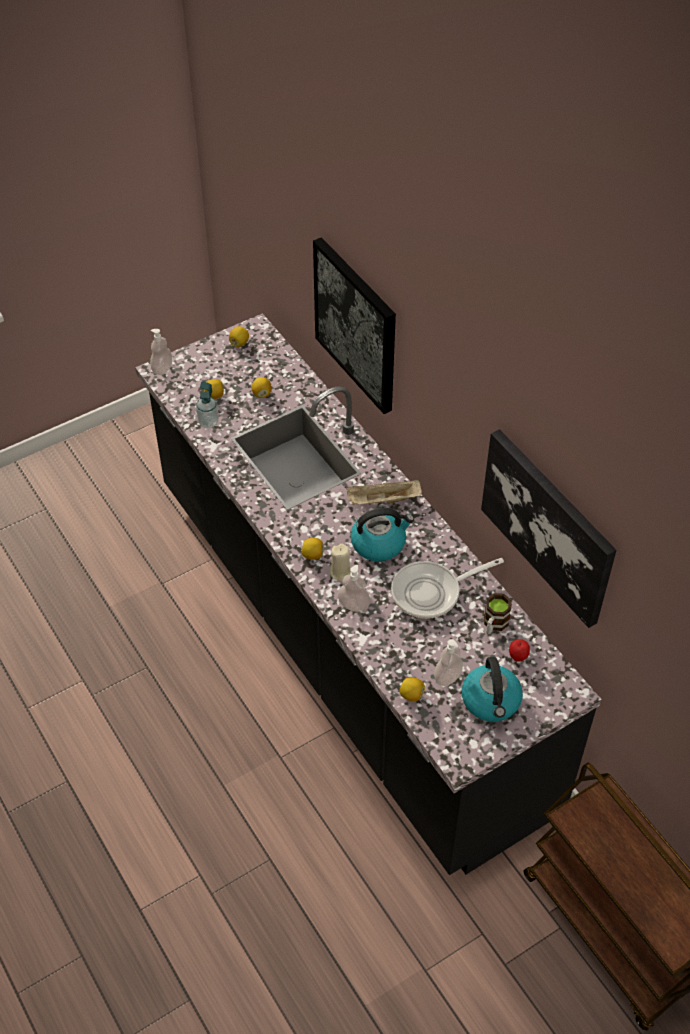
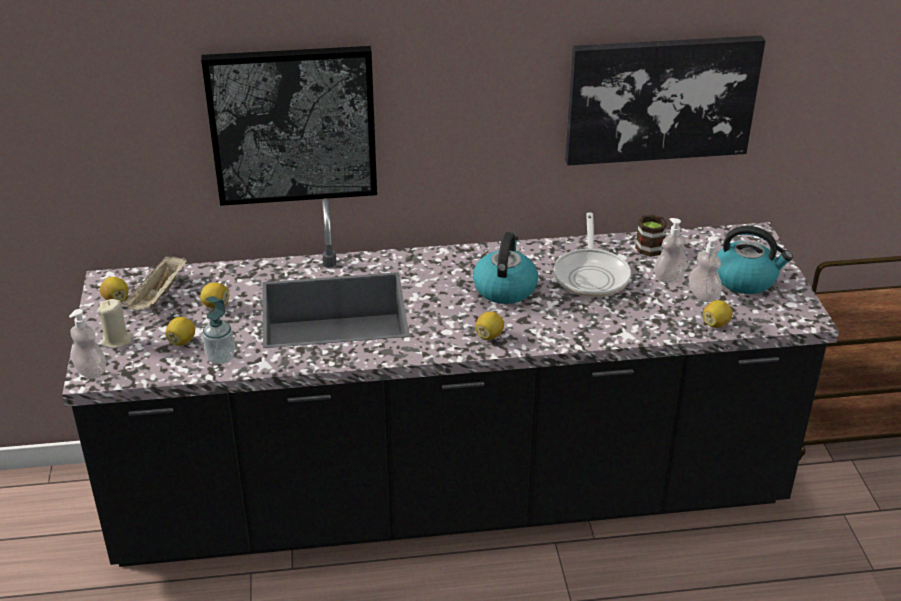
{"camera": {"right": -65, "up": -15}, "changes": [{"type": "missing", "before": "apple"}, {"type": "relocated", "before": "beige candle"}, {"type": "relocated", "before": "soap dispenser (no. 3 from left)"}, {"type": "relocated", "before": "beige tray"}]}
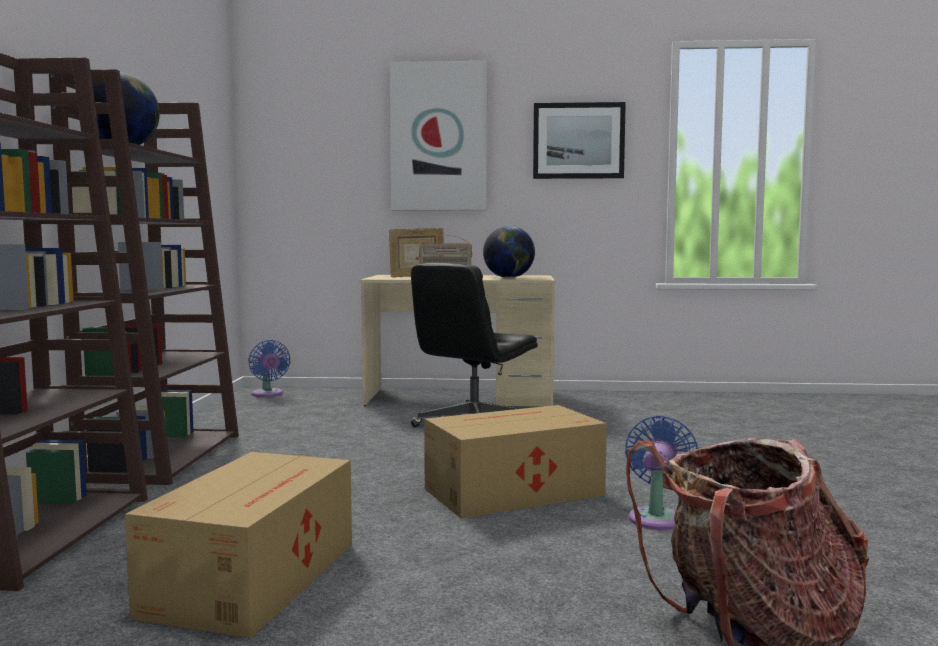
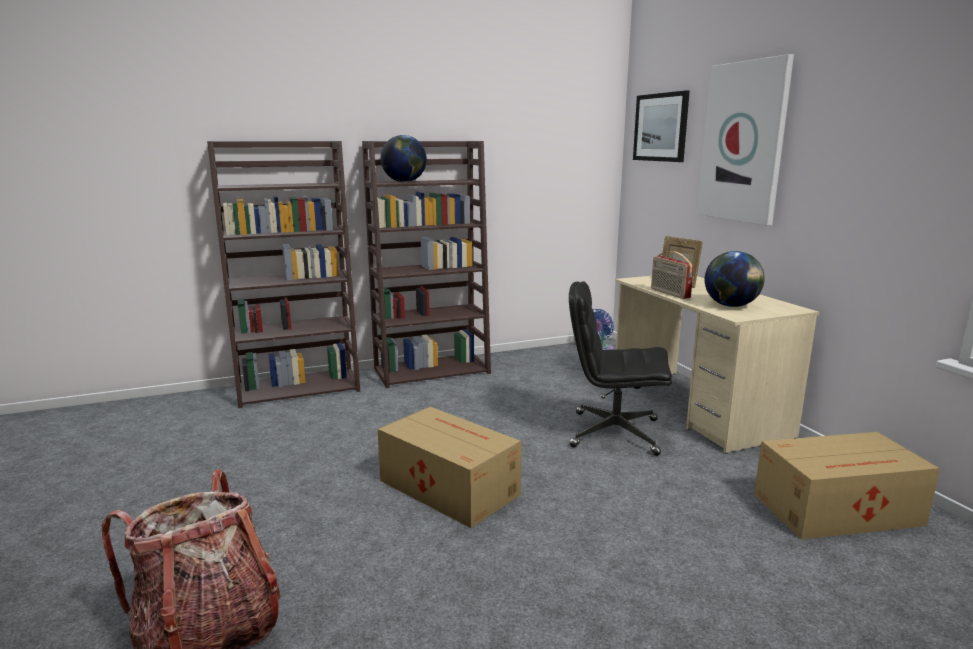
{"camera": {"right": 65, "up": 10}, "changes": [{"type": "missing", "before": "blue fan (no. 2 from left)"}, {"type": "relocated", "before": "cardboard box (no. 1 from left in the first image)", "after": "cardboard box (no. 2 from left)"}, {"type": "relocated", "before": "picture (no. 2 from left in the first image)", "after": "picture (no. 1 from left)"}]}
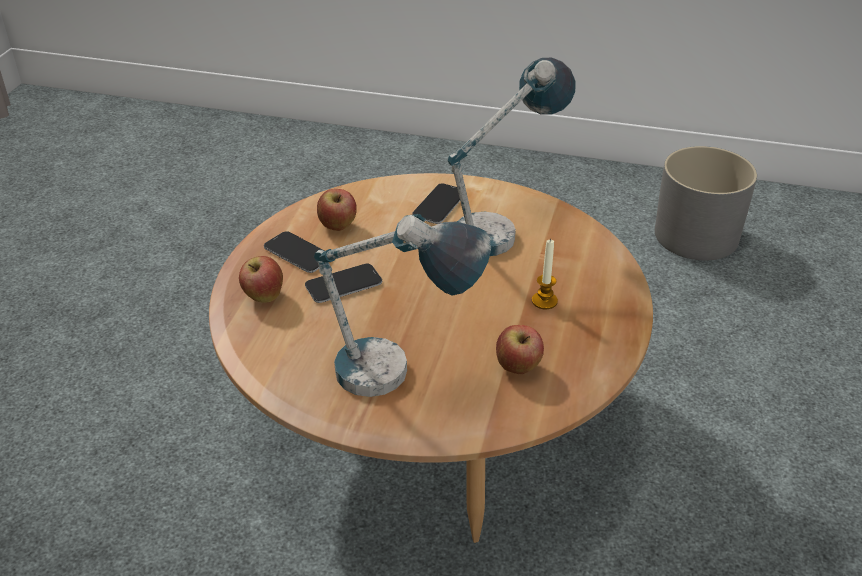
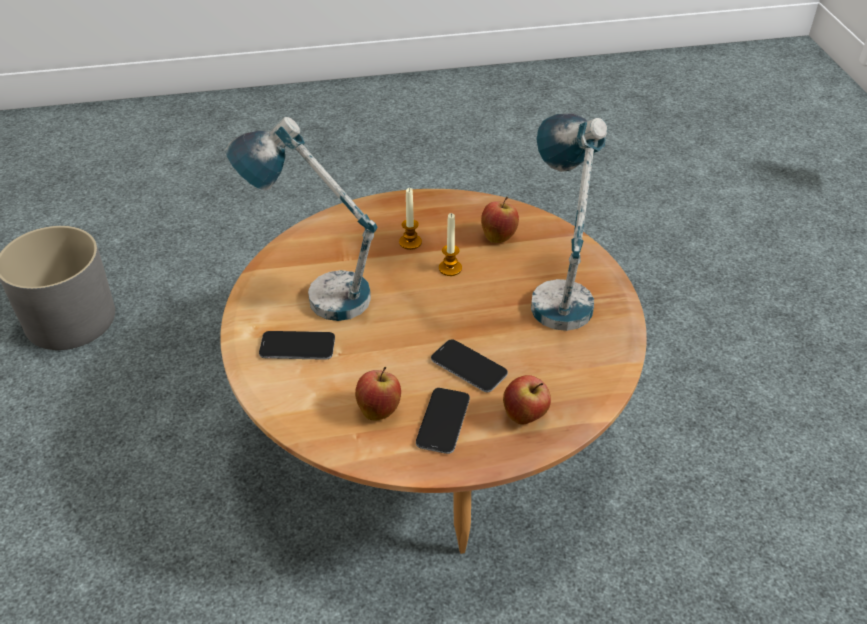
{"camera": {"right": -115, "up": 5}, "changes": [{"type": "appeared", "after": "candle (no. 2 from left)"}]}
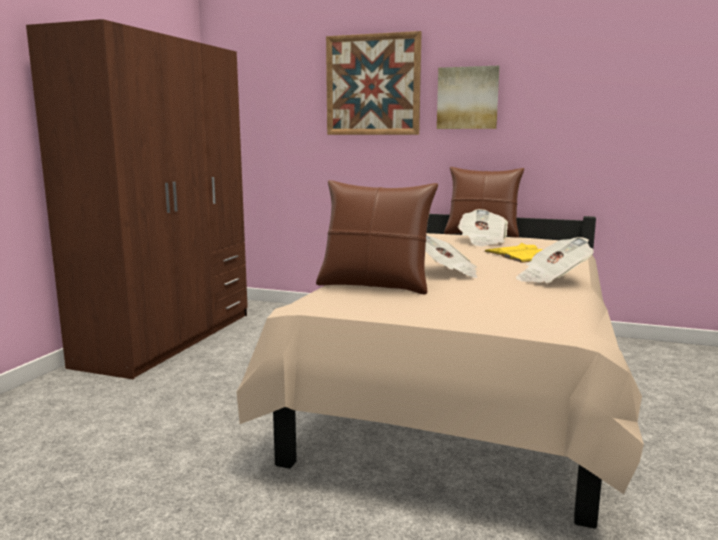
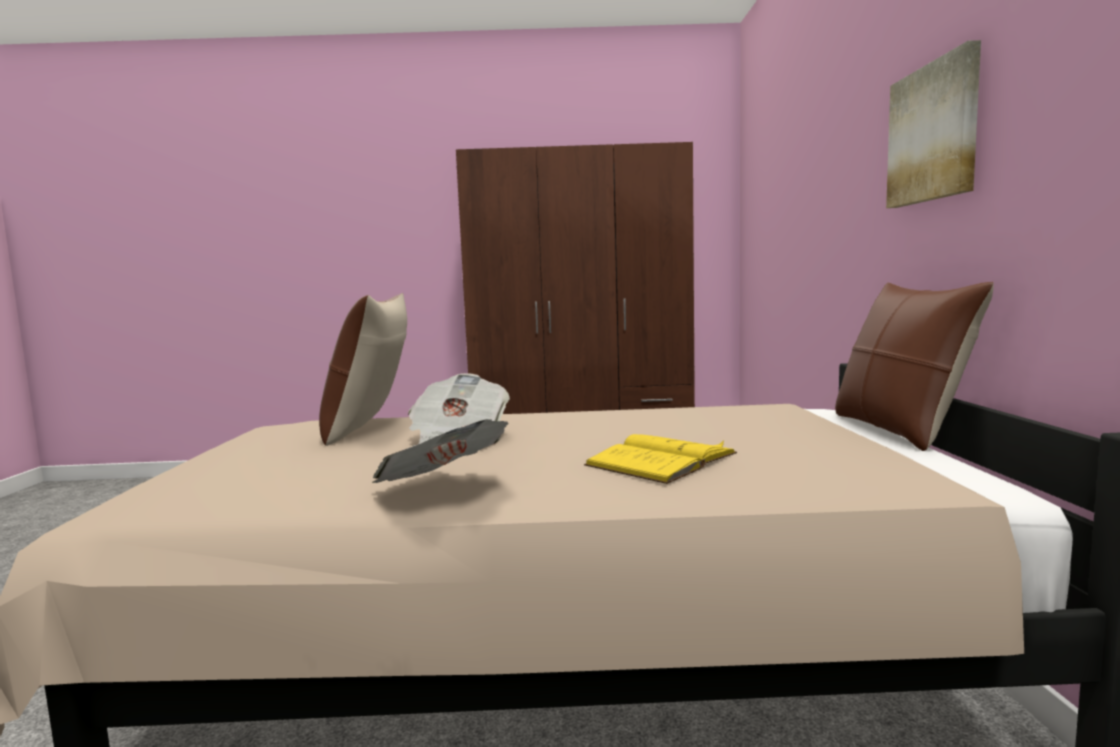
{"camera": {"right": 70, "up": -5}, "changes": [{"type": "missing", "before": "picture (no. 1 from left)"}, {"type": "missing", "before": "newspaper (no. 2 from left)"}]}
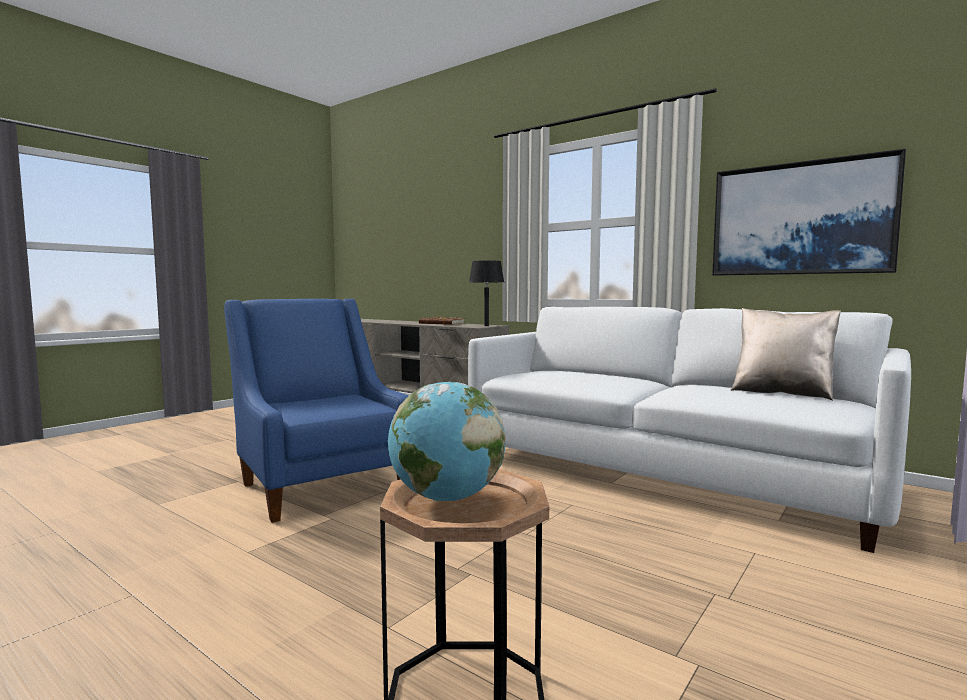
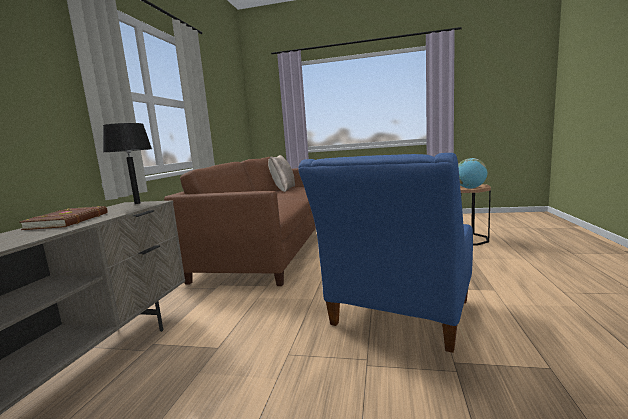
{"camera": {"right": -115, "up": 5}, "changes": [{"type": "missing", "before": "picture"}, {"type": "colour", "before": "white sofa", "after": "brown sofa"}]}
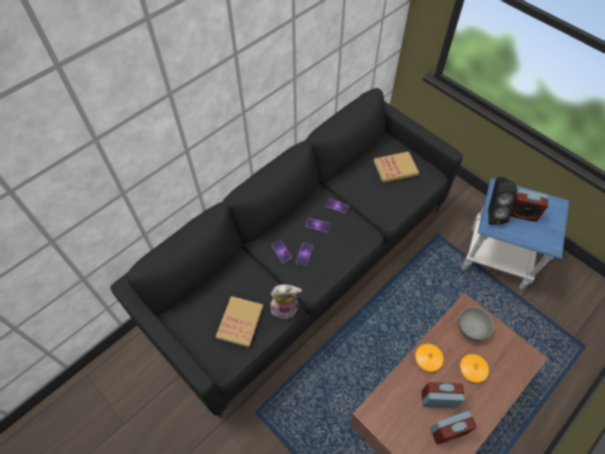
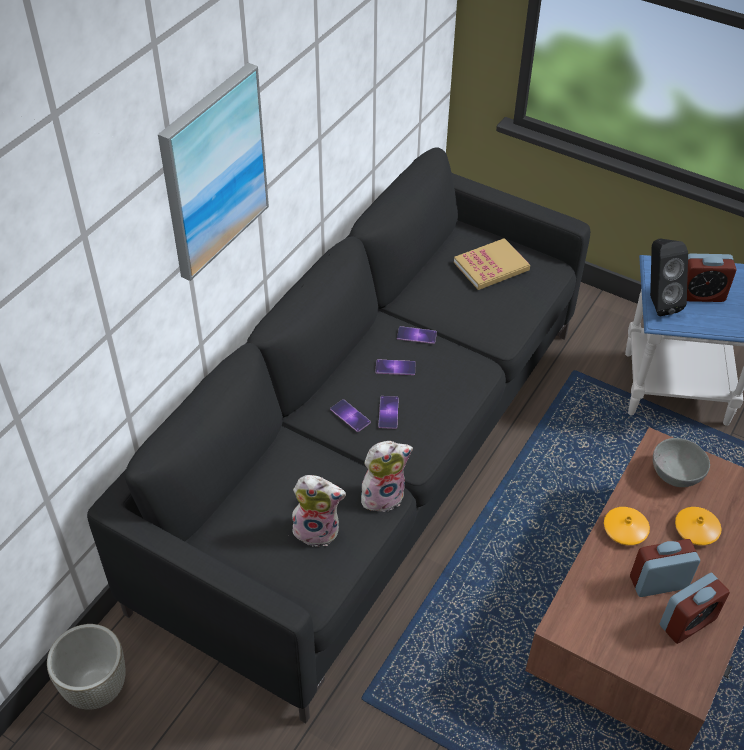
{"camera": {"right": -15, "up": -10}, "changes": [{"type": "appeared", "after": "grey planter"}, {"type": "appeared", "after": "picture"}, {"type": "exchanged", "before": "book (no. 1 from left)", "after": "plush toy (no. 1 from left)"}]}
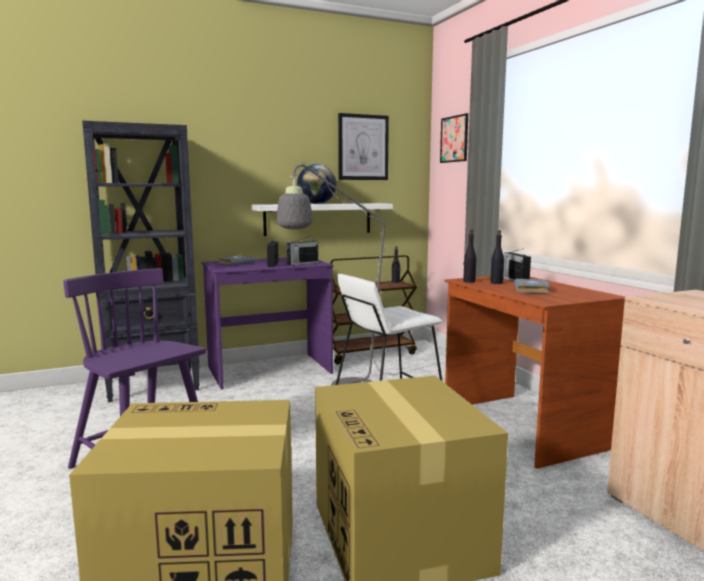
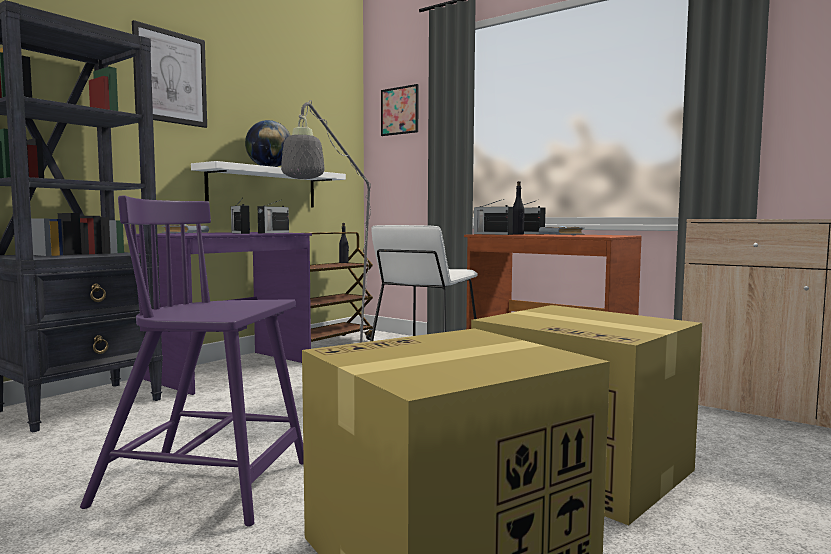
{"camera": {"right": -30, "up": -5}, "changes": [{"type": "relocated", "before": "picture (no. 1 from left)"}, {"type": "exchanged", "before": "black bottle (no. 2 from left)", "after": "radio (no. 3 from left)"}]}
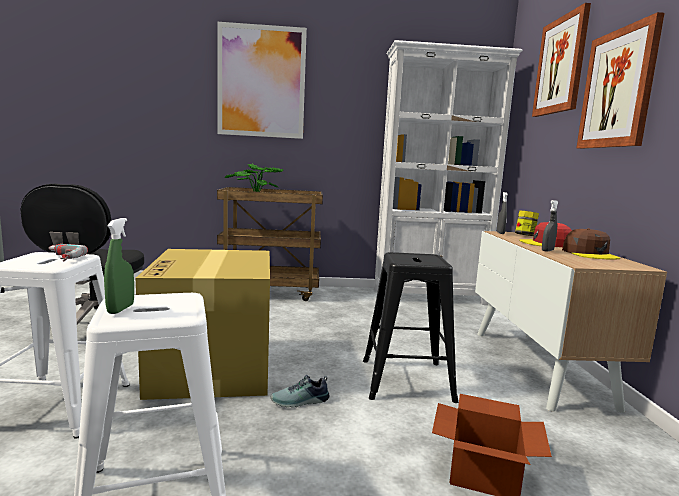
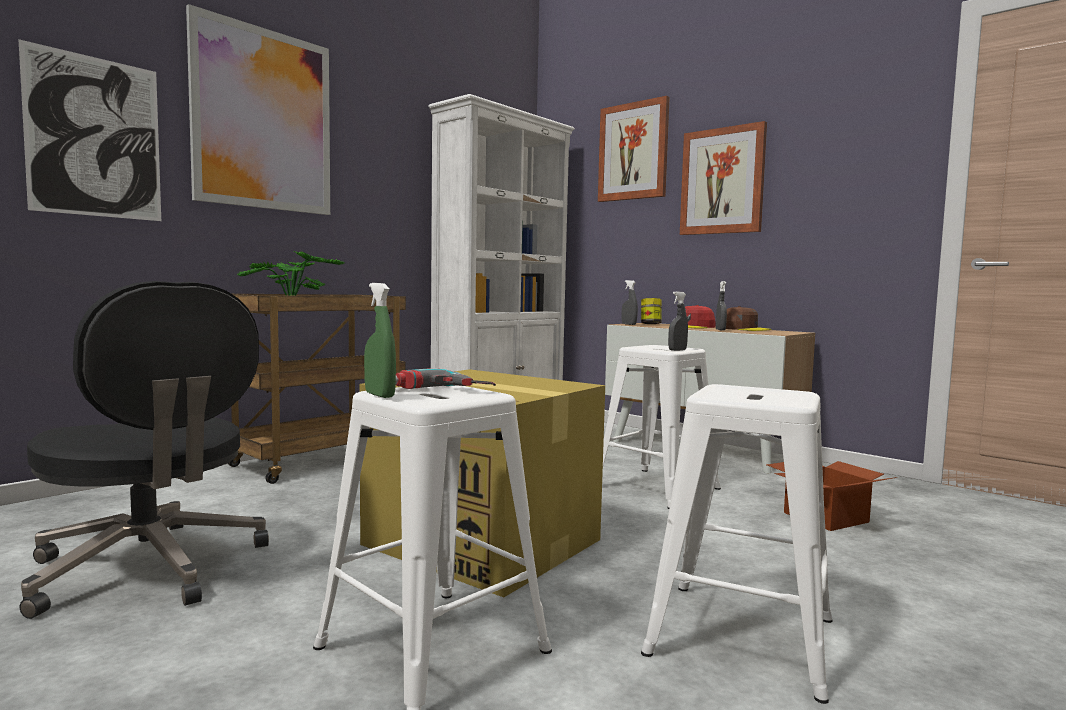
{"camera": {"right": -45, "up": -5}, "changes": [{"type": "missing", "before": "shoe"}, {"type": "appeared", "after": "picture (no. 1 from left)"}, {"type": "appeared", "after": "grey spray bottle (no. 2 from left)"}, {"type": "relocated", "before": "green spray bottle"}, {"type": "colour", "before": "black stool", "after": "white stool (no. 2 from left)"}]}
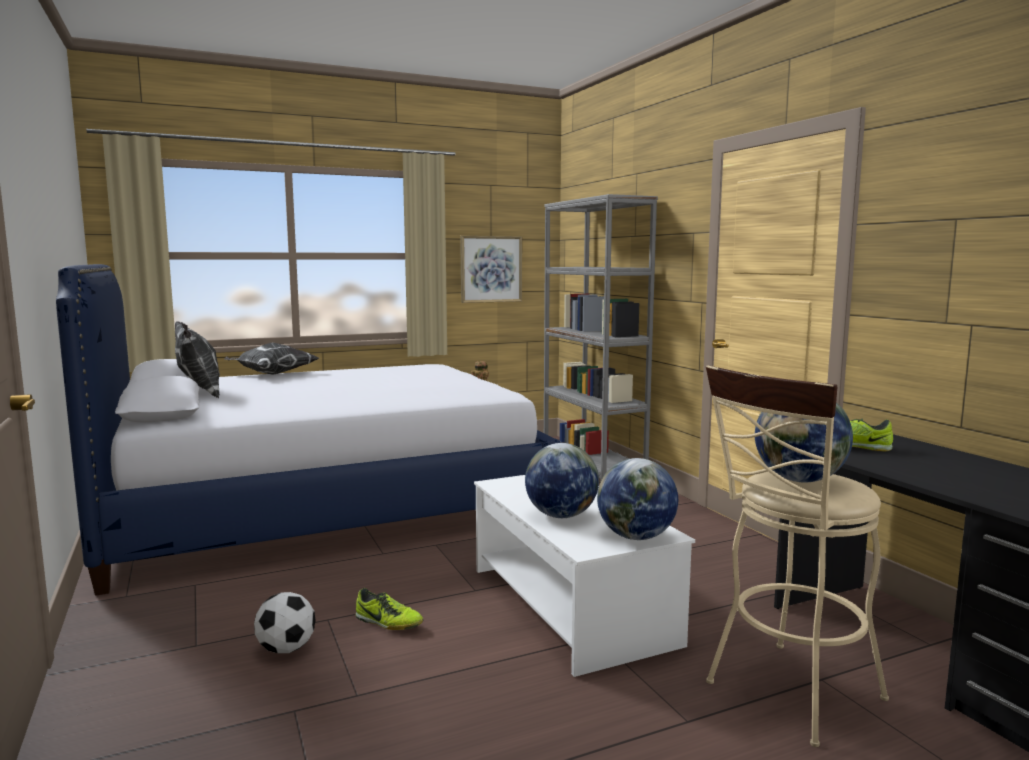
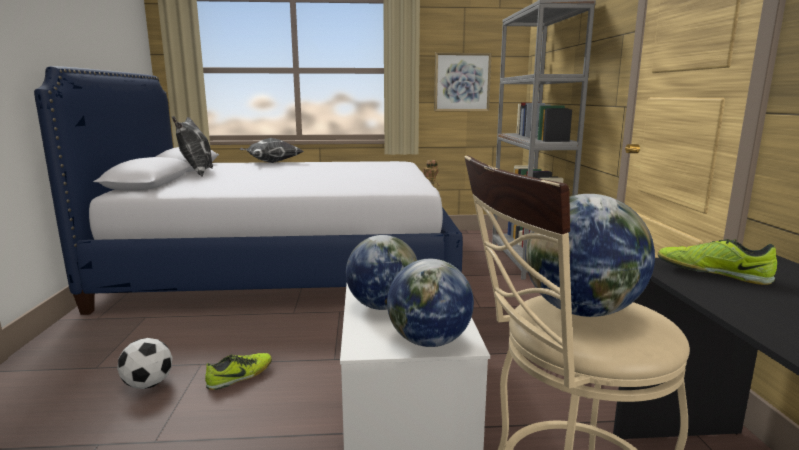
{"camera": {"right": 20, "up": 5}, "changes": [{"type": "spun", "before": "shoe (no. 1 from left)", "turn": -90}]}
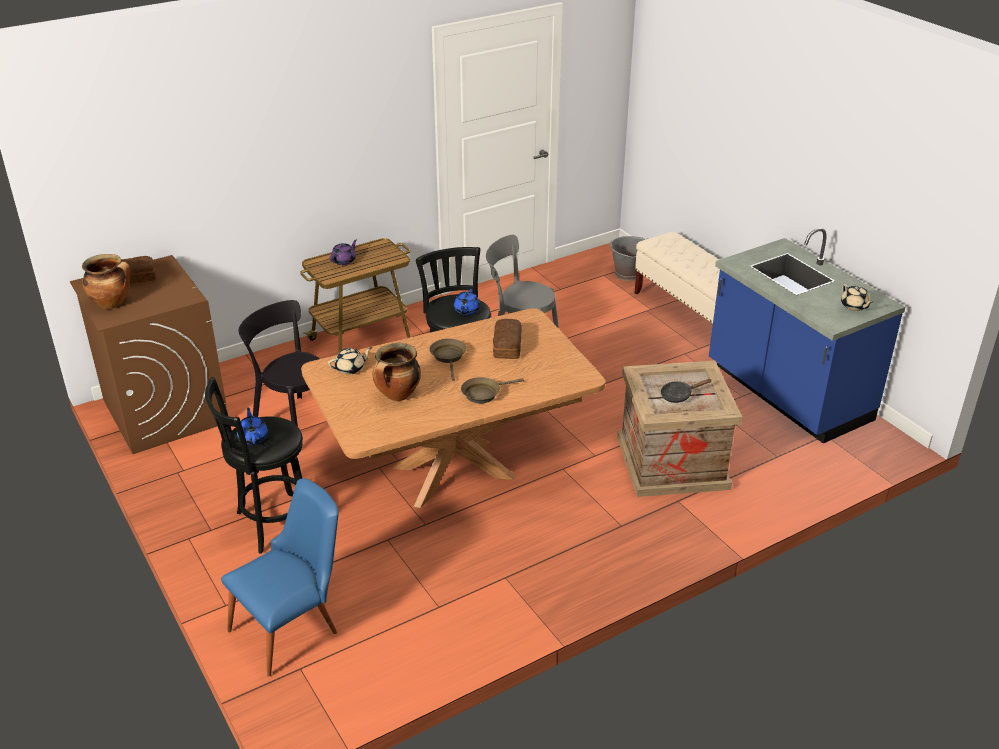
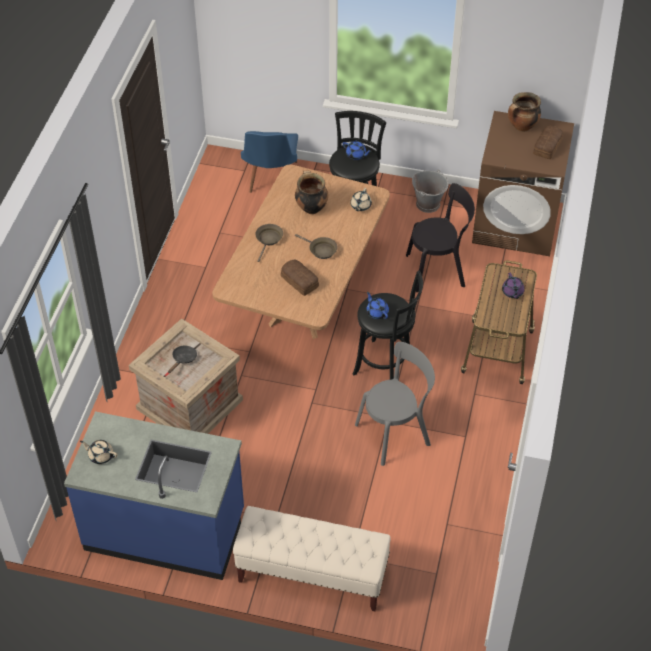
{"camera": {"right": 135, "up": 15}, "changes": [{"type": "relocated", "before": "grey bucket"}]}
